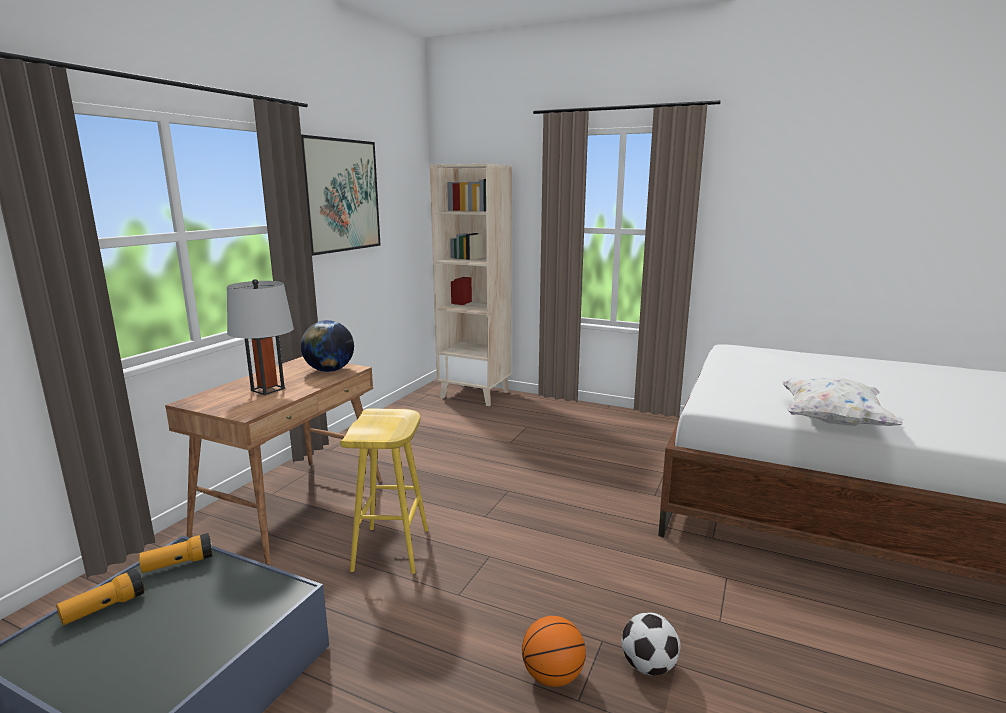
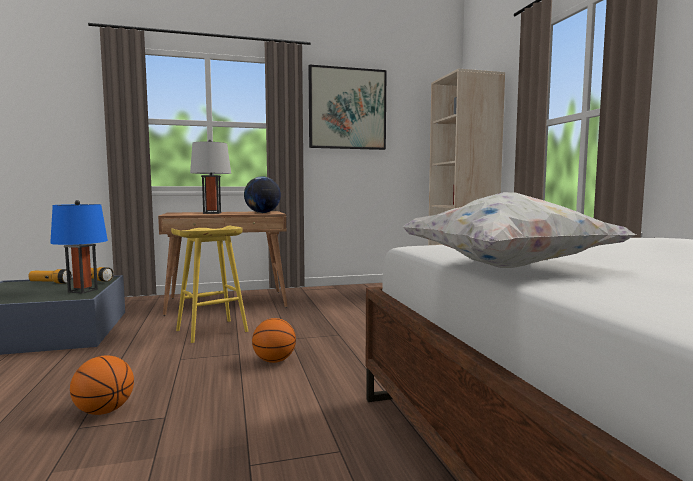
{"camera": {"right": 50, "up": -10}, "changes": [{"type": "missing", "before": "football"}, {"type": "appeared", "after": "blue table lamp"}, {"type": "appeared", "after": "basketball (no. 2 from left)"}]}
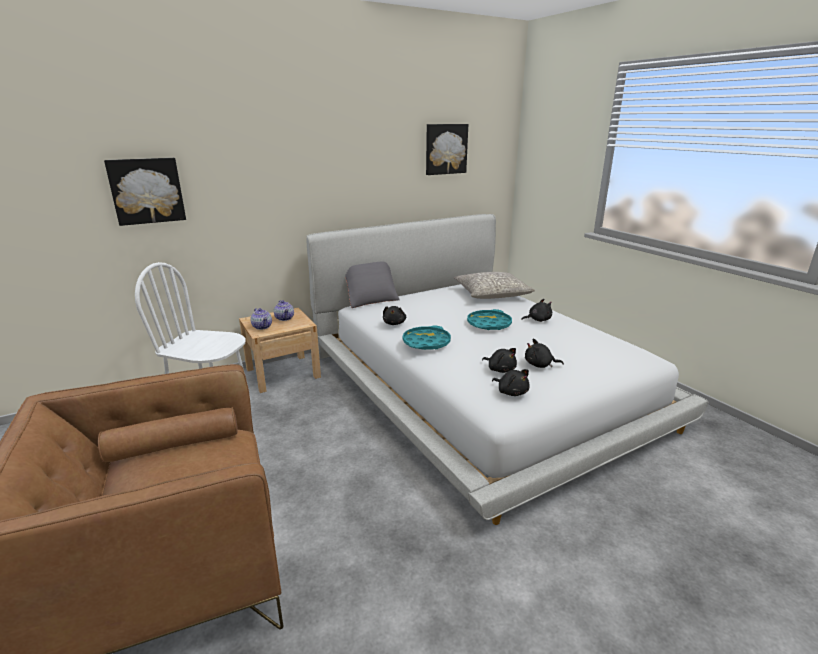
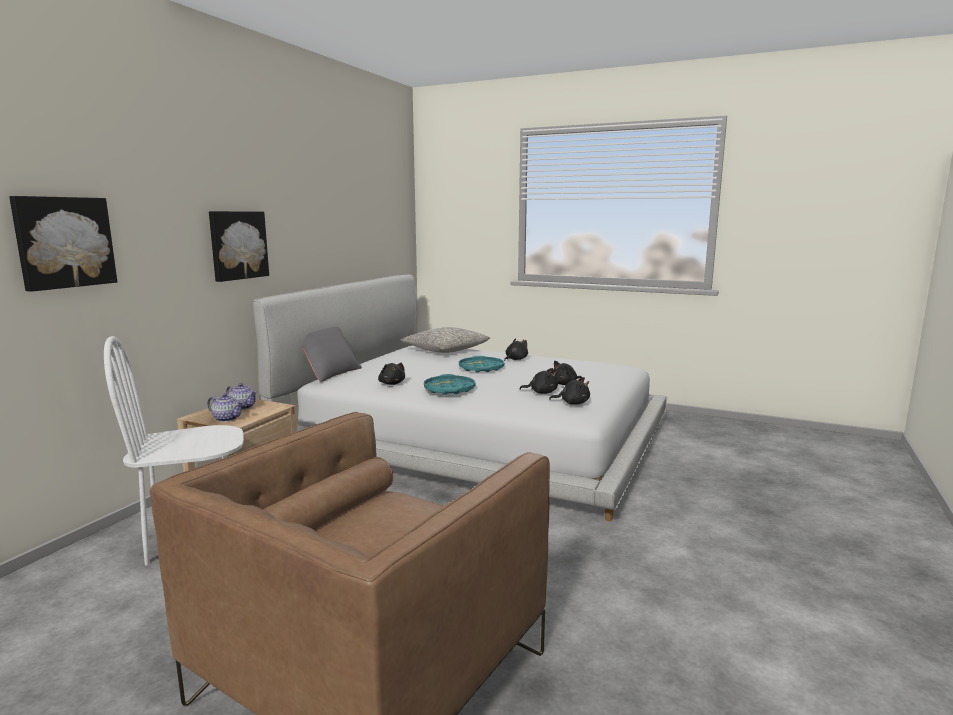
{"camera": {"right": -35, "up": -10}, "changes": [{"type": "relocated", "before": "picture (no. 2 from left)"}]}
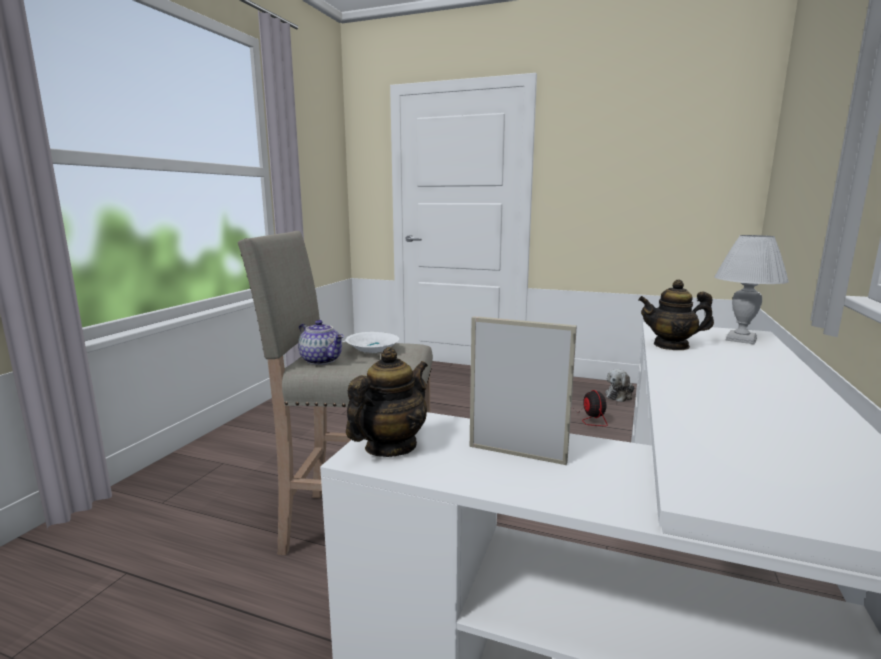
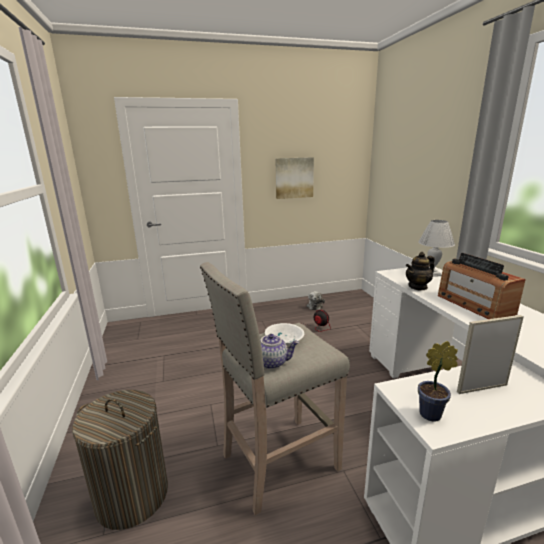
{"camera": {"right": -35, "up": 5}, "changes": [{"type": "appeared", "after": "laundry basket"}, {"type": "appeared", "after": "picture"}, {"type": "appeared", "after": "radio"}, {"type": "exchanged", "before": "teapot (no. 2 from left)", "after": "potted plant"}]}
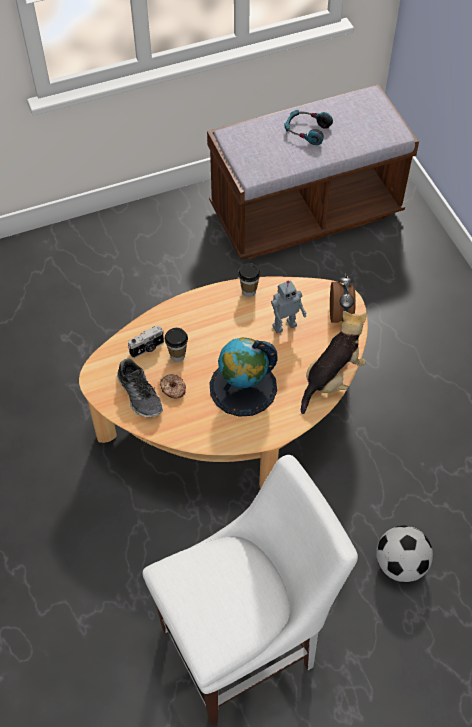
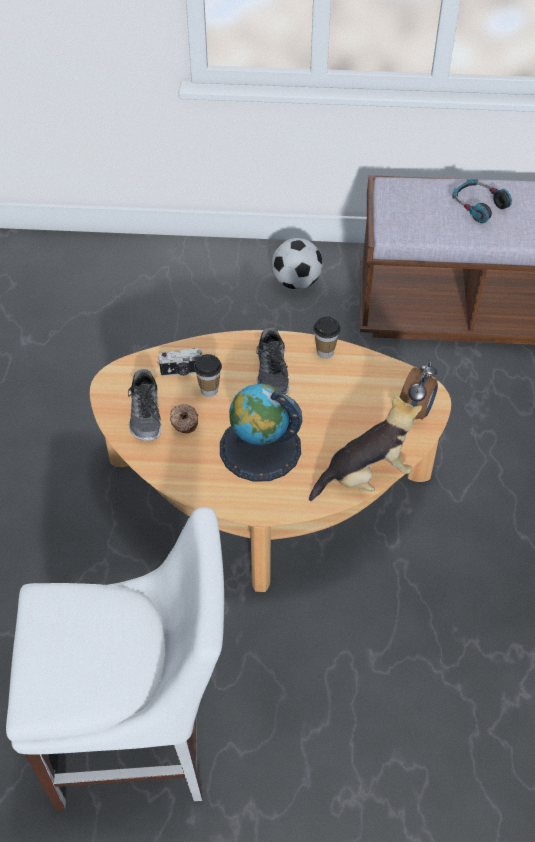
{"camera": {"right": 25, "up": -5}, "changes": [{"type": "missing", "before": "toy robot"}, {"type": "appeared", "after": "shoe (no. 2 from left)"}, {"type": "relocated", "before": "football"}]}
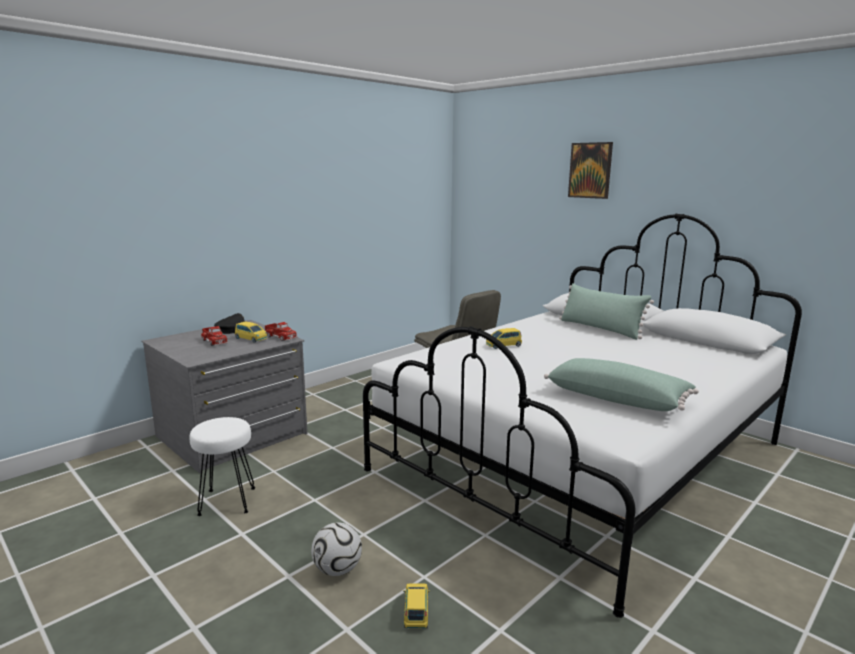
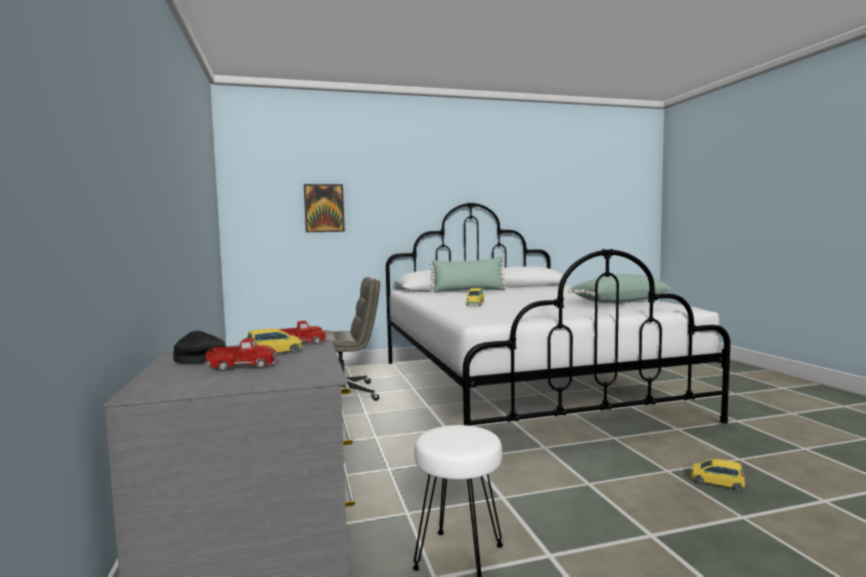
{"camera": {"right": -60, "up": -10}, "changes": [{"type": "missing", "before": "football"}, {"type": "relocated", "before": "picture"}]}
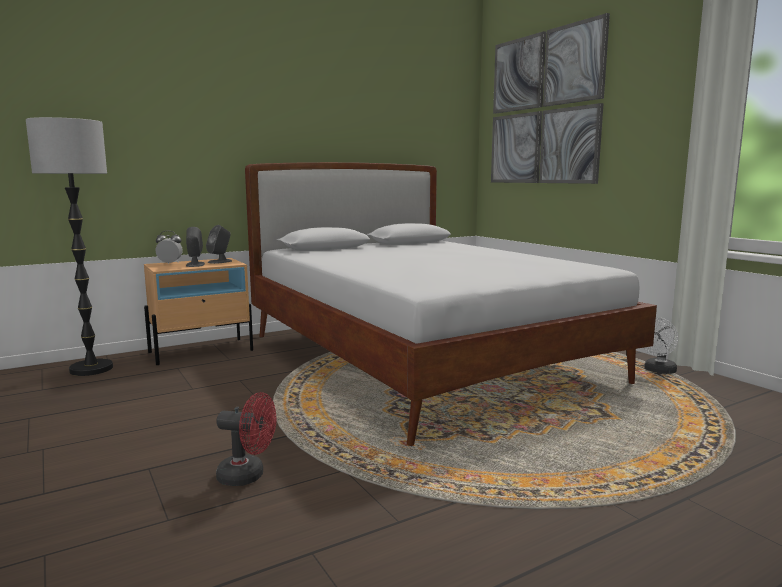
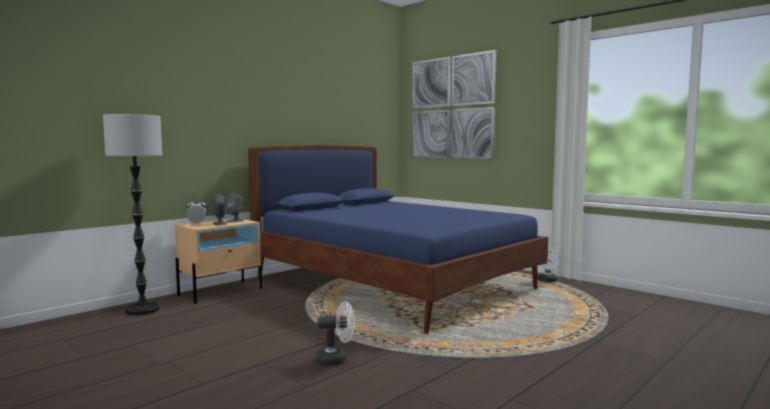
{"camera": {"right": -15, "up": -5}, "changes": [{"type": "colour", "before": "red fan", "after": "white fan (no. 1 from left)"}, {"type": "colour", "before": "white bed", "after": "blue bed"}]}
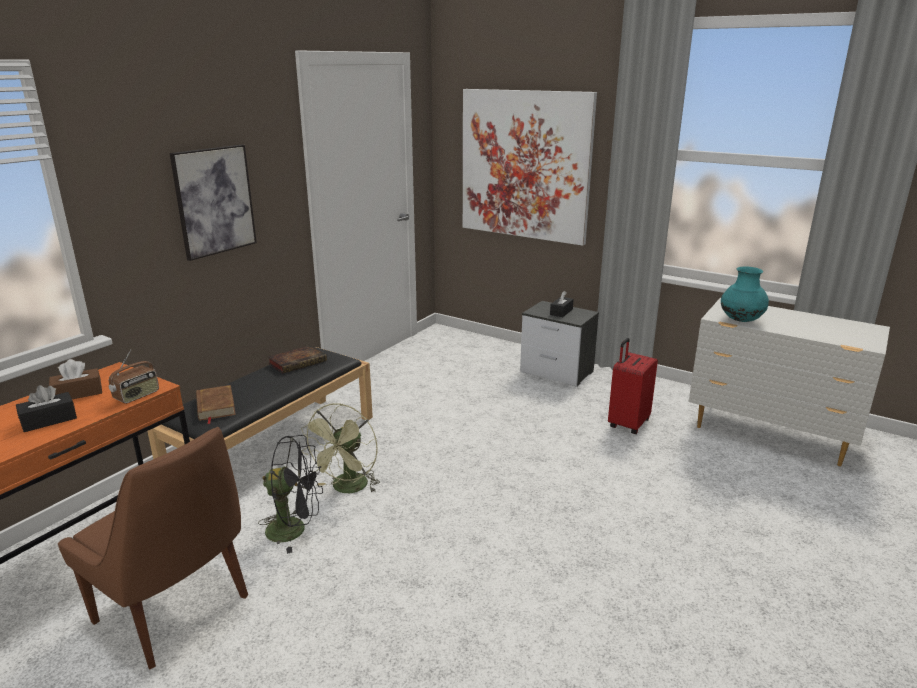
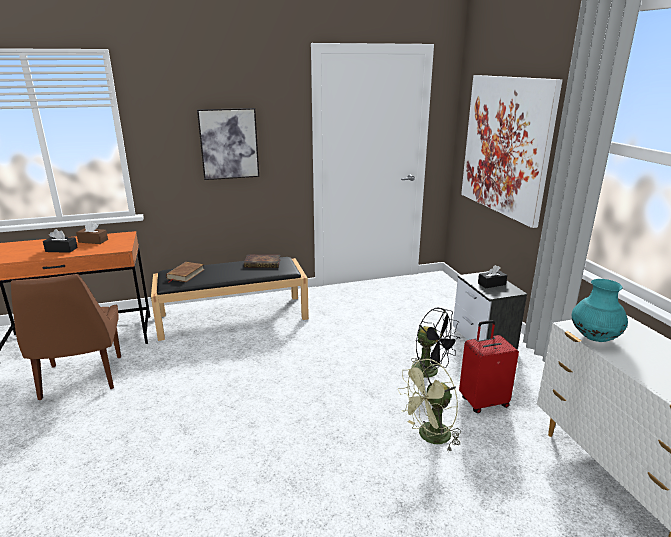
{"camera": {"right": 40, "up": 0}, "changes": [{"type": "missing", "before": "radio"}, {"type": "relocated", "before": "black fan"}, {"type": "relocated", "before": "green fan"}]}
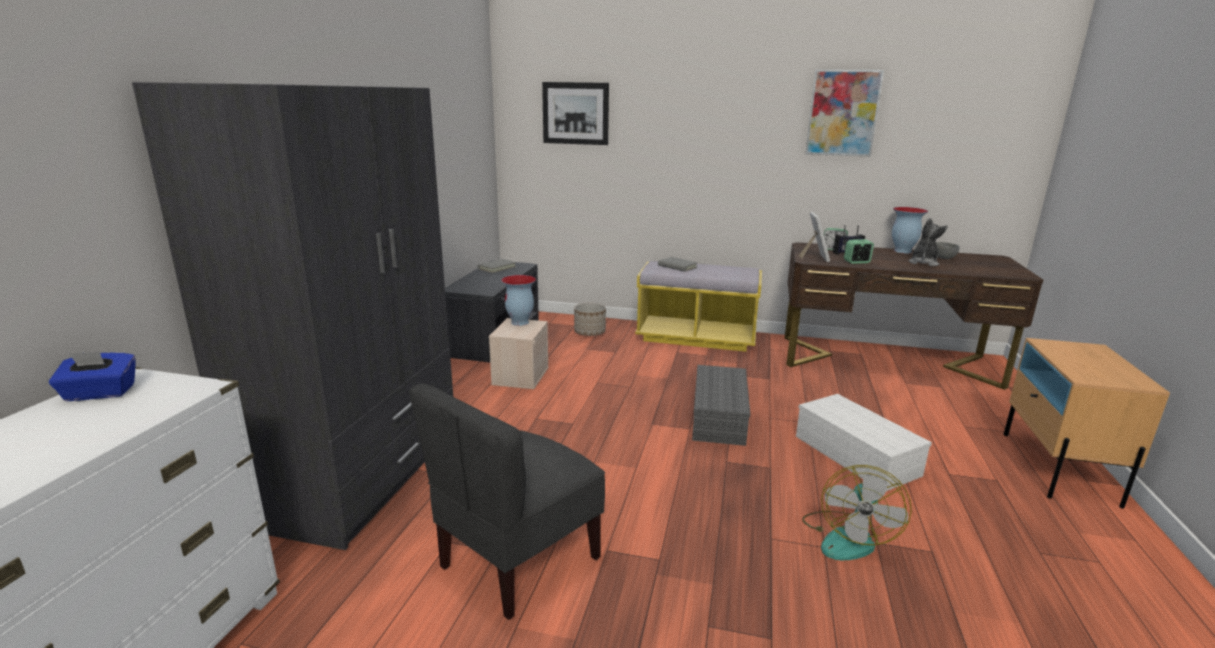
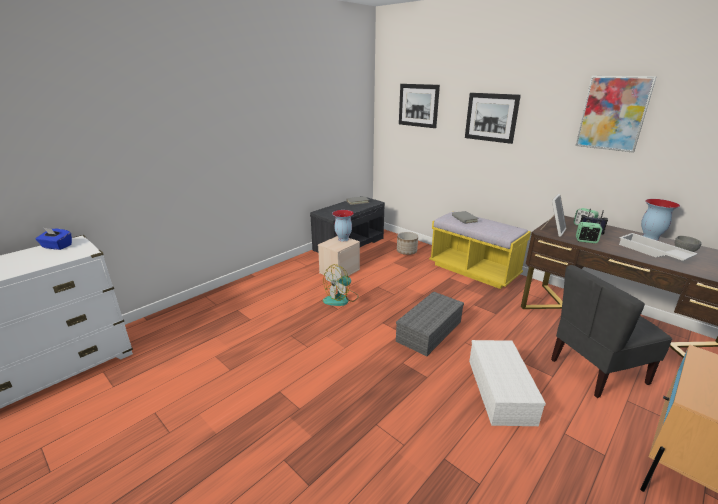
{"camera": {"right": 30, "up": 5}, "changes": [{"type": "missing", "before": "grey wardrobe"}, {"type": "appeared", "after": "picture (no. 2 from left)"}, {"type": "relocated", "before": "grey chair"}, {"type": "relocated", "before": "fan"}, {"type": "exchanged", "before": "plush toy", "after": "white tray"}]}
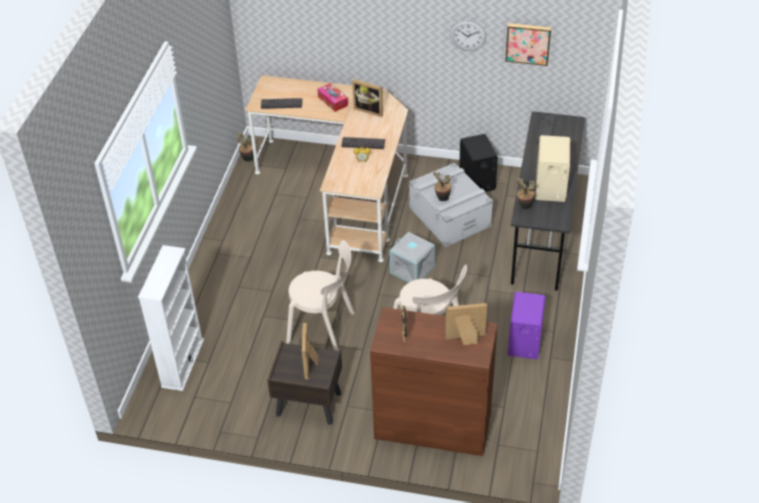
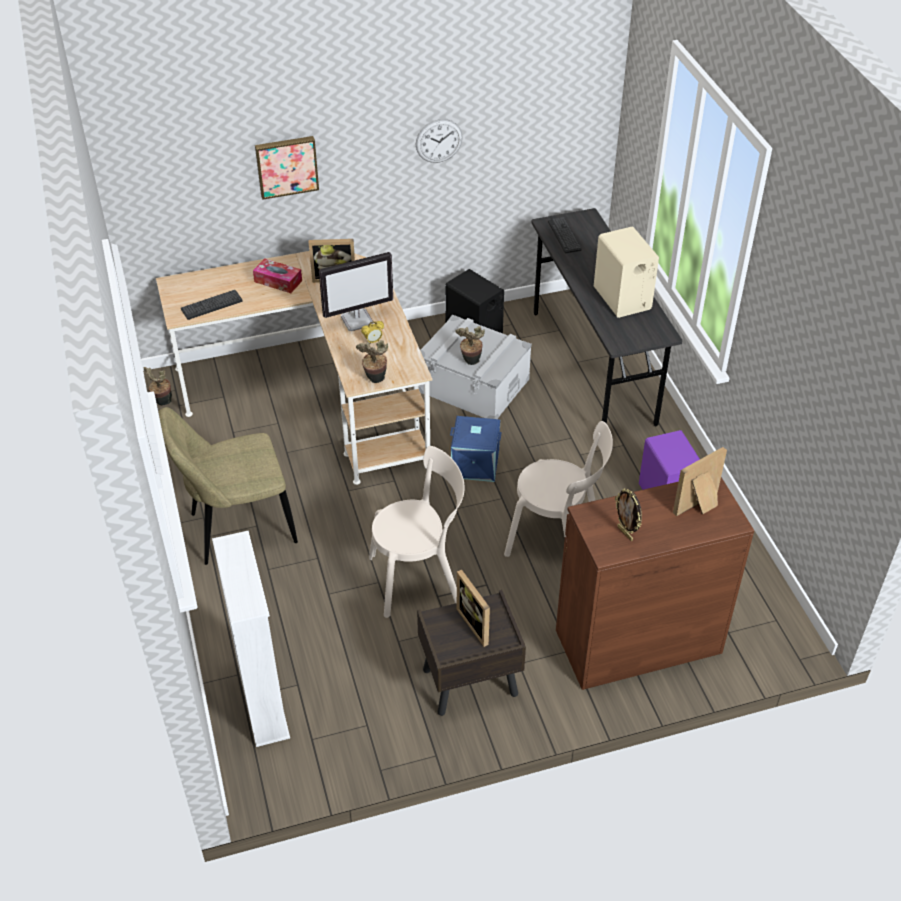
{"camera": {"right": -30, "up": 0}, "changes": [{"type": "appeared", "after": "beige chair (no. 1 from left)"}, {"type": "relocated", "before": "picture"}, {"type": "relocated", "before": "potted plant (no. 3 from left in the first image)", "after": "potted plant (no. 2 from left)"}, {"type": "exchanged", "before": "keyboard (no. 2 from left)", "after": "monitor"}, {"type": "colour", "before": "grey storage box (no. 1 from left)", "after": "blue storage box"}]}
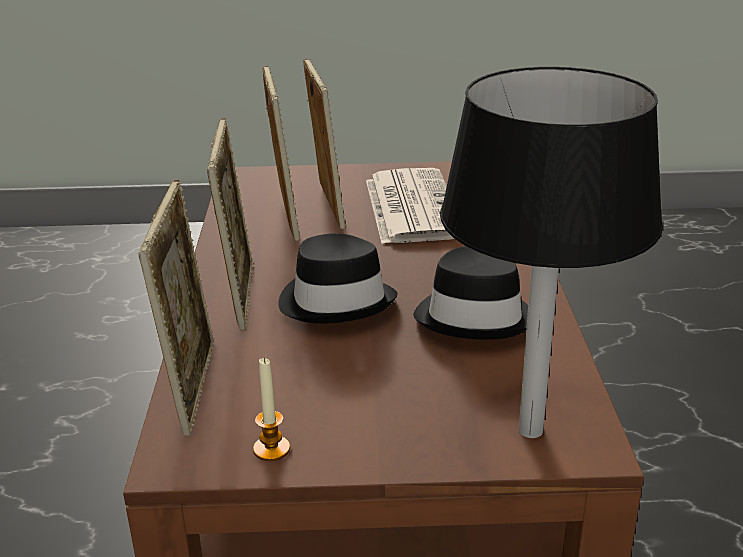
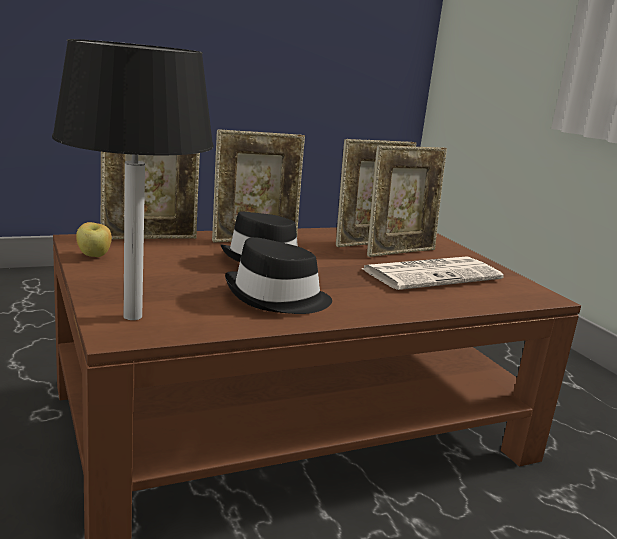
{"camera": {"right": 65, "up": -10}, "changes": [{"type": "exchanged", "before": "candle", "after": "apple"}]}
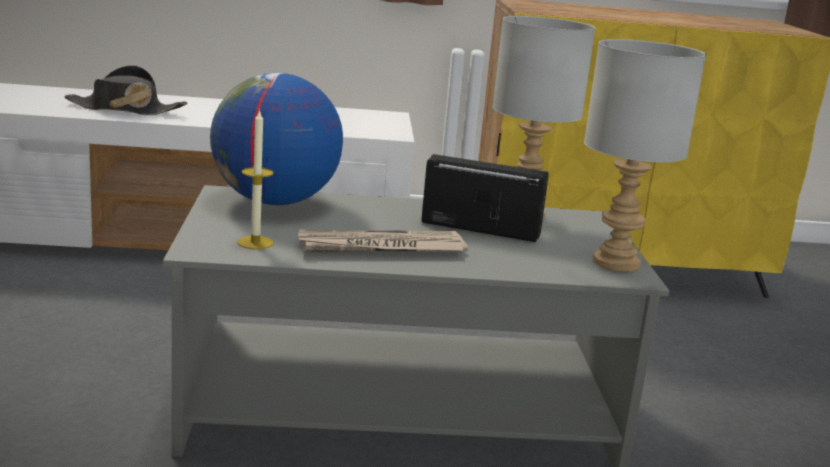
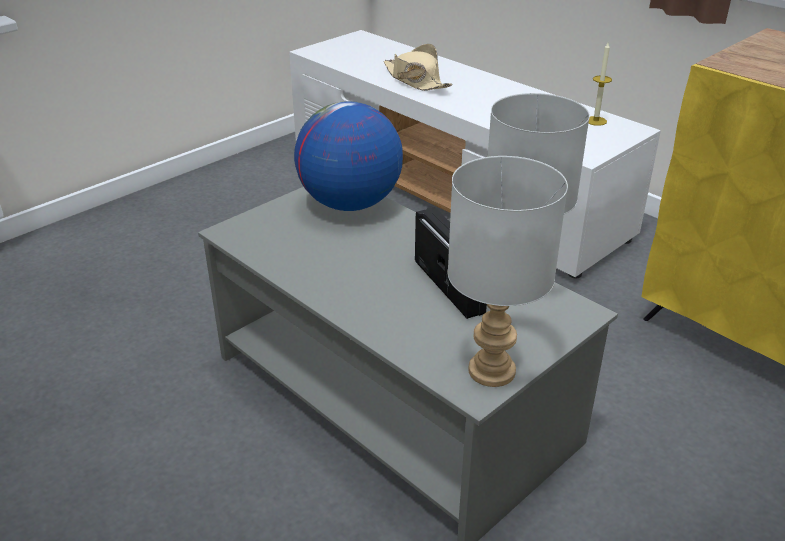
{"camera": {"right": 50, "up": 15}, "changes": [{"type": "missing", "before": "newspaper"}, {"type": "relocated", "before": "candle"}, {"type": "colour", "before": "black hat", "after": "beige hat"}]}
